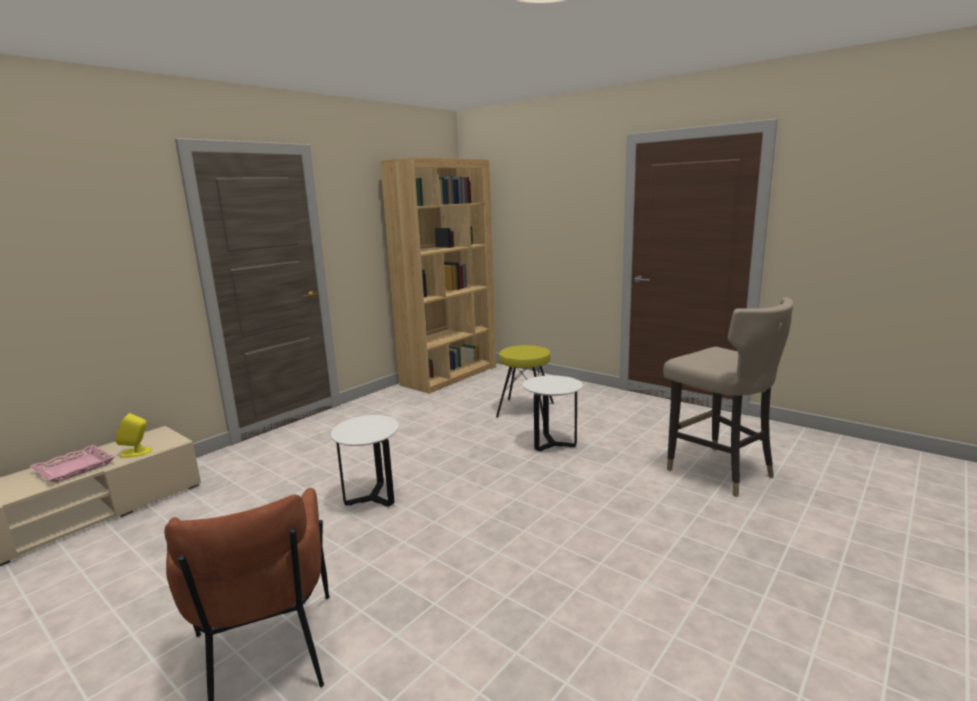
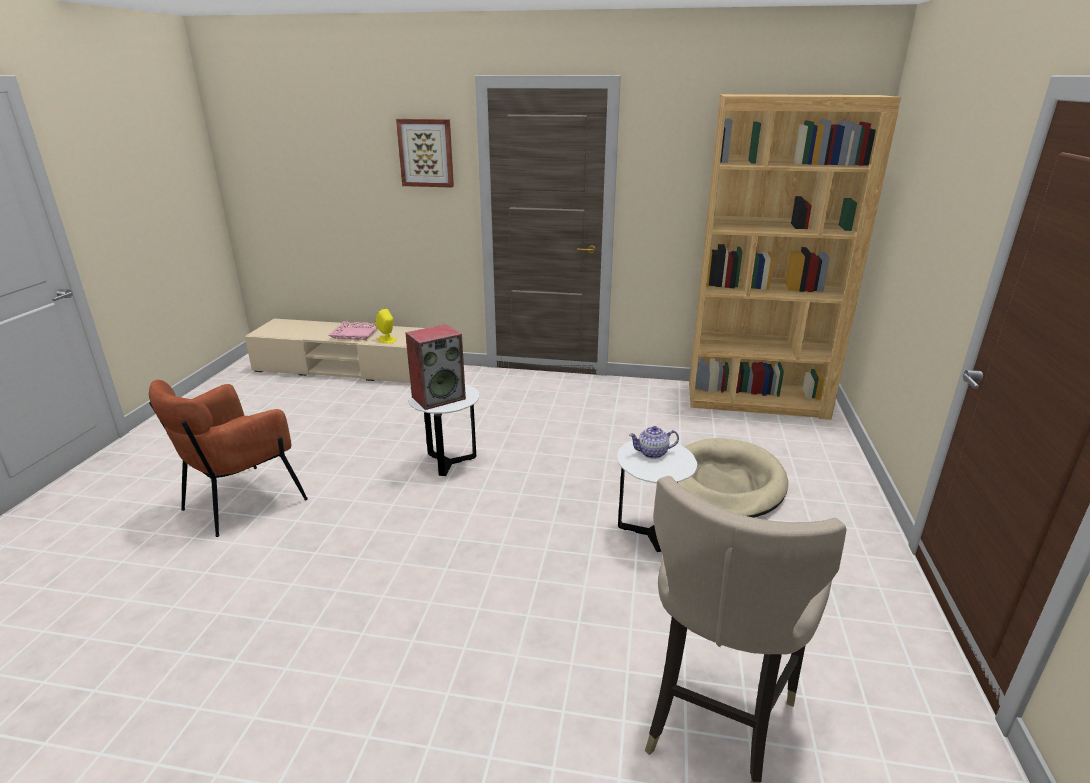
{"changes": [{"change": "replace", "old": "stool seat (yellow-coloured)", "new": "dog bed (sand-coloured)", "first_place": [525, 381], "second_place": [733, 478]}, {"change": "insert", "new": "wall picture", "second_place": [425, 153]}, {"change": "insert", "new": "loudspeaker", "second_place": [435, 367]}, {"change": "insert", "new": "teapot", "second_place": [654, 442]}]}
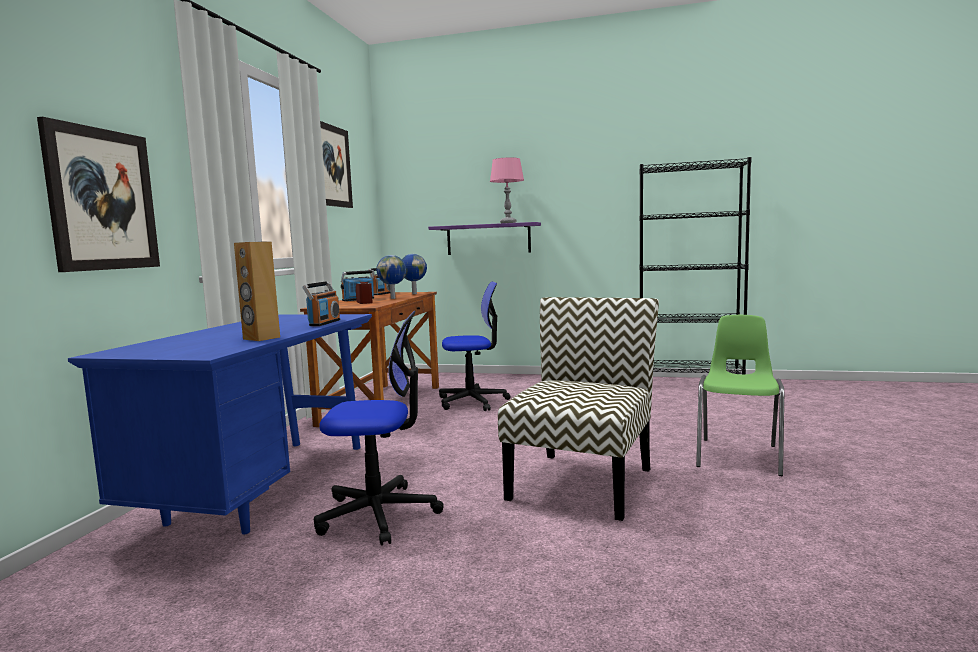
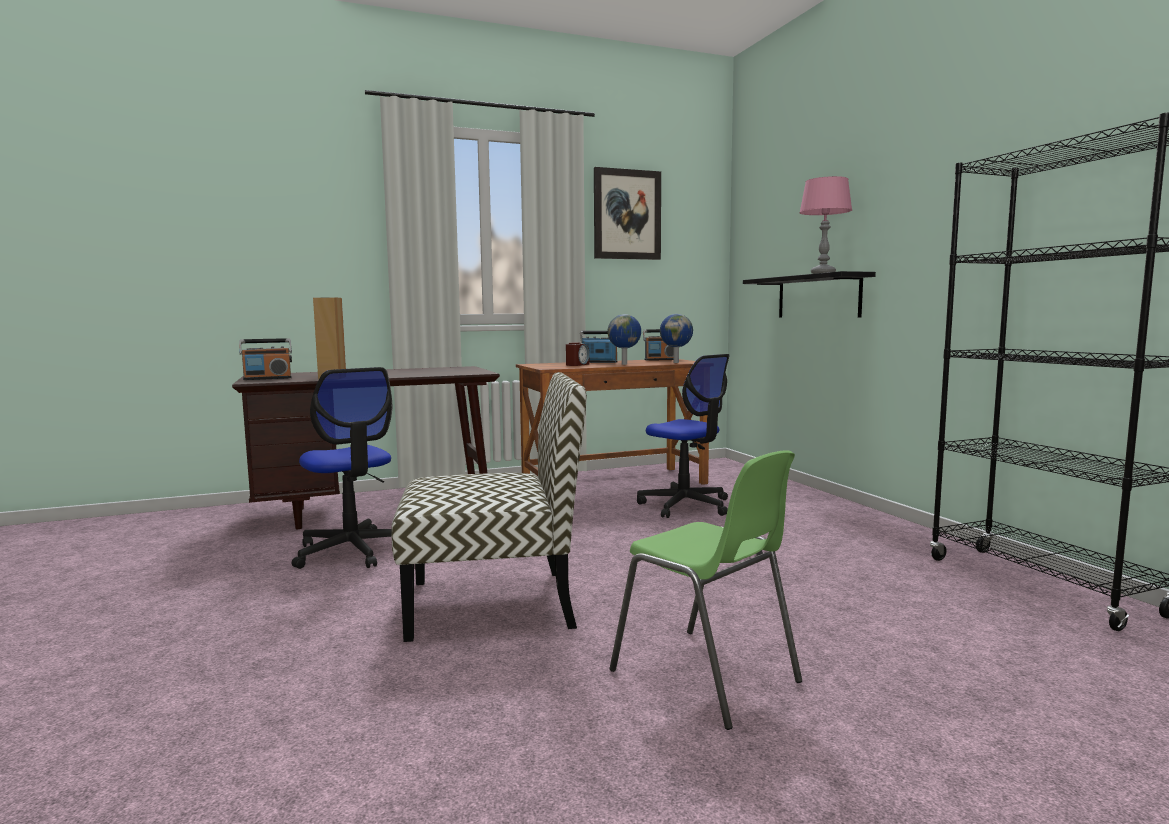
{"changes": [{"change": "delete", "old": "wall picture", "first_place": [98, 194]}, {"change": "recolor", "old": "shelf (purple)", "new": "shelf (black)", "first_place": [484, 238], "second_place": [809, 294]}, {"change": "move", "old": "radio", "first_place": [321, 303], "second_place": [265, 359]}, {"change": "recolor", "old": "desk (bluish)", "new": "desk (brownish)", "first_place": [220, 424], "second_place": [366, 447]}, {"change": "rotate", "old": "plain chair (green-coloured)", "first_place": [740, 395], "second_place": [706, 590], "degrees": 60}]}
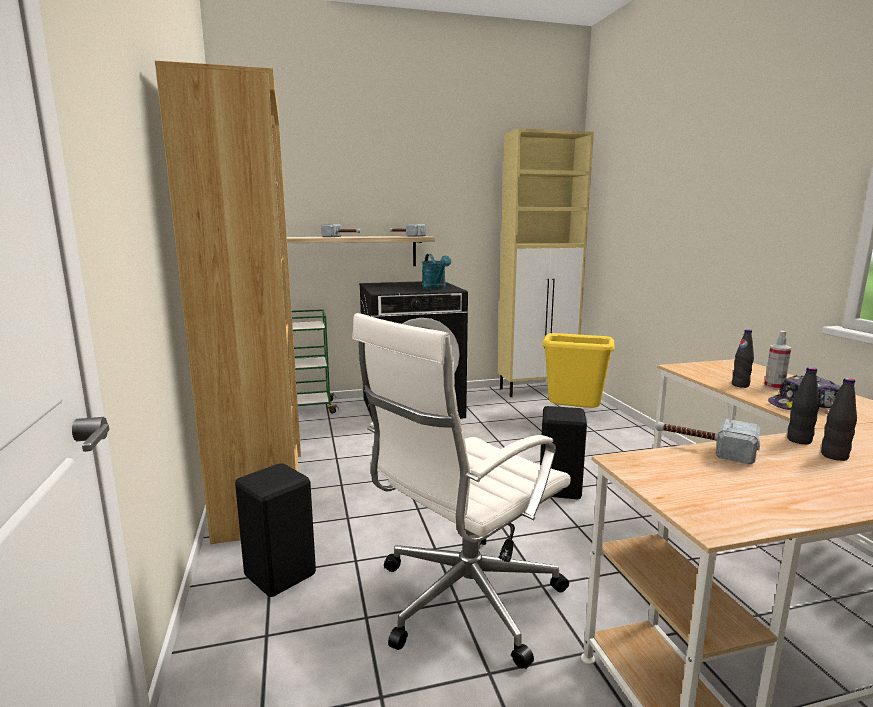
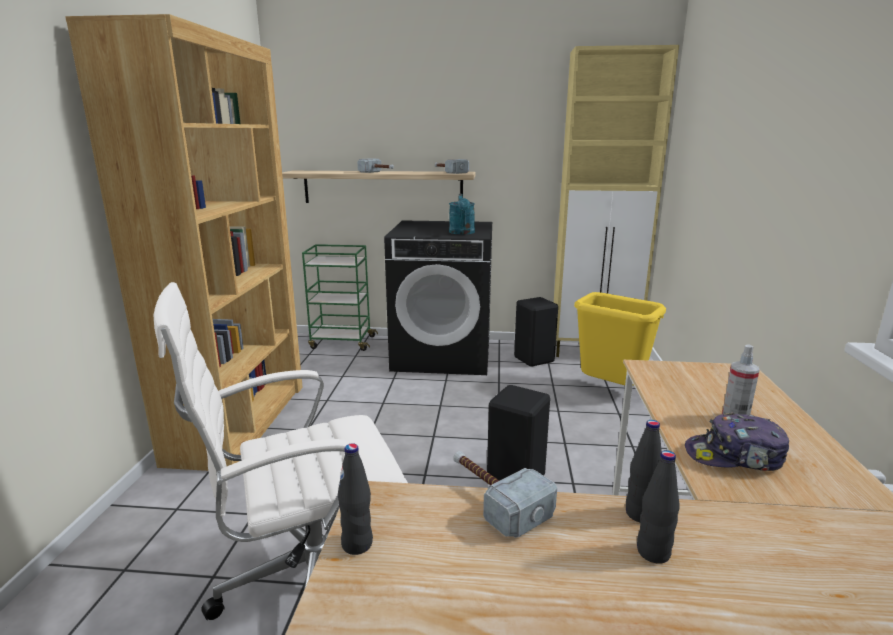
{"changes": [{"change": "move", "old": "beverage bottle (black)", "first_place": [743, 358], "second_place": [355, 499]}, {"change": "move", "old": "stool seat (black)", "first_place": [275, 530], "second_place": [536, 332]}]}
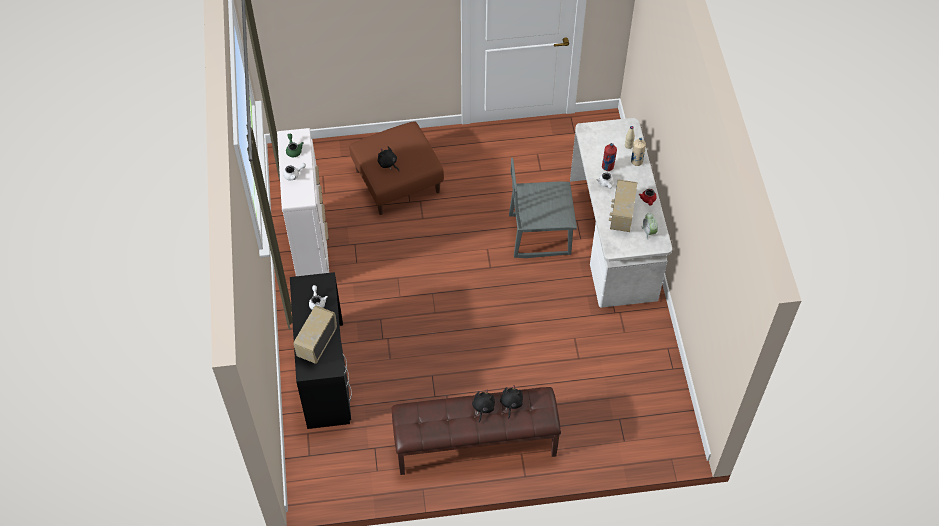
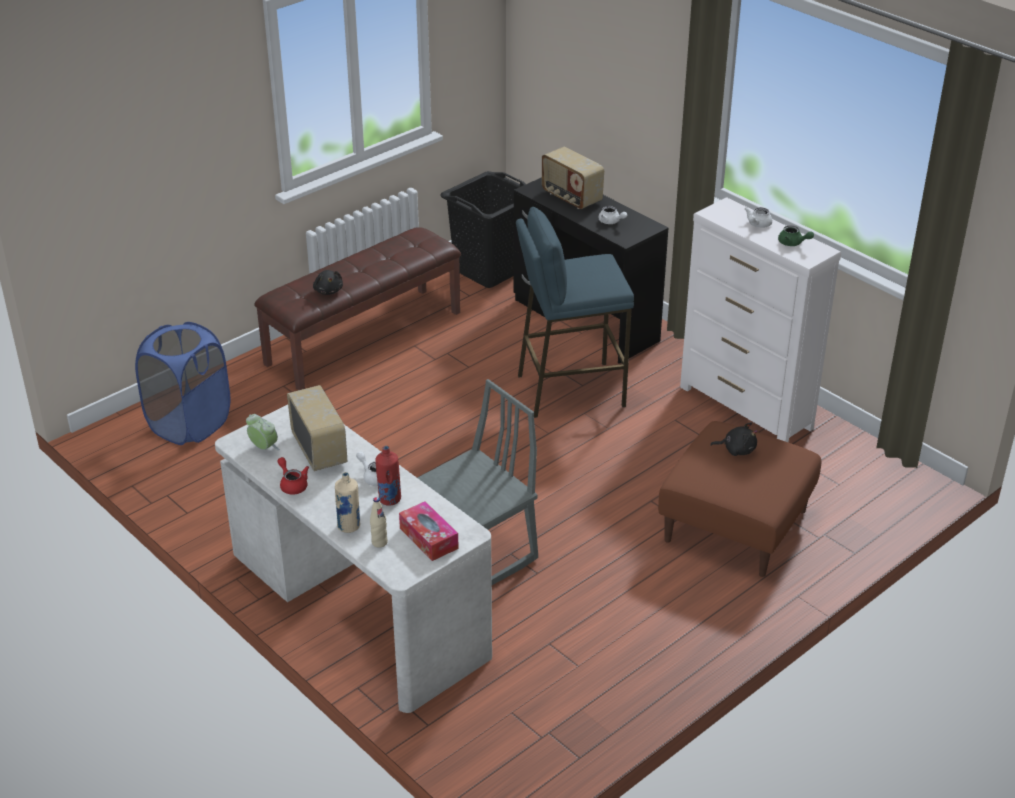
{"changes": [{"change": "rotate", "old": "radio", "first_place": [315, 334], "second_place": [573, 178], "degrees": 150}, {"change": "delete", "old": "plush toy (black)", "first_place": [483, 406]}, {"change": "insert", "new": "laundry basket (black)", "second_place": [483, 229]}, {"change": "insert", "new": "stool seat (bluish)", "second_place": [575, 312]}, {"change": "insert", "new": "laundry basket (bluish)", "second_place": [182, 383]}, {"change": "insert", "new": "box of tissues", "second_place": [429, 531]}]}
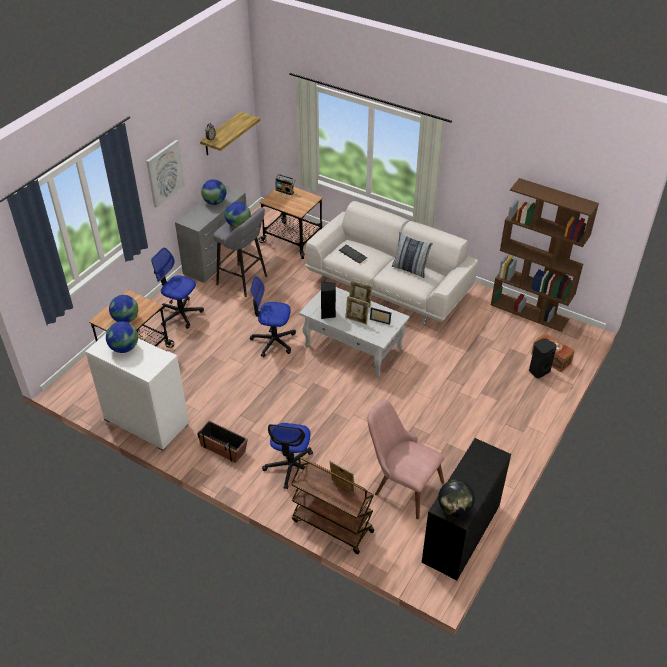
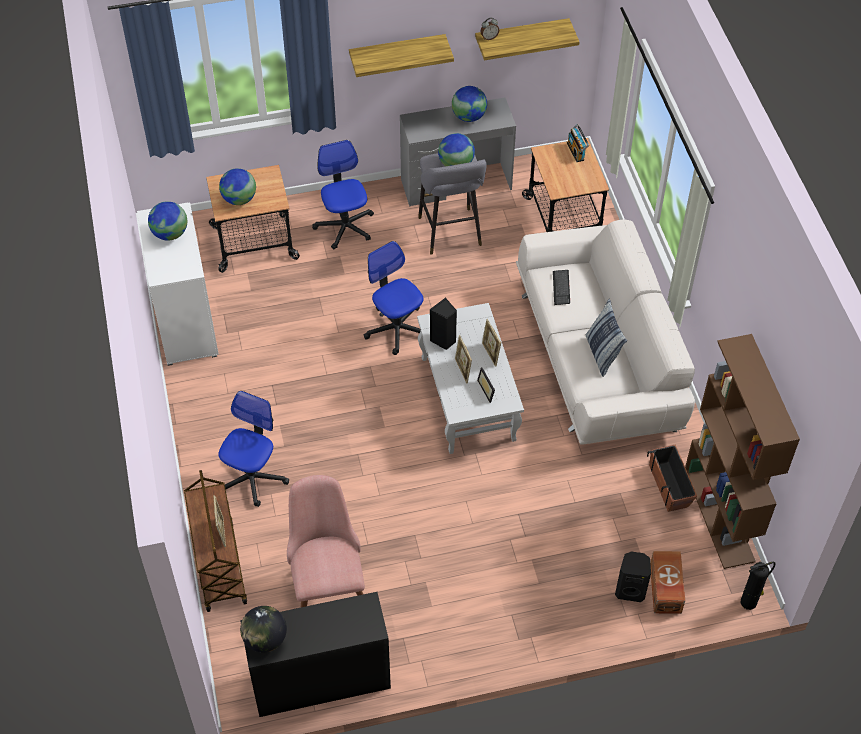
{"changes": [{"change": "replace", "old": "wall picture", "new": "shelf", "first_place": [165, 174], "second_place": [401, 55]}, {"change": "move", "old": "plant pot", "first_place": [222, 442], "second_place": [672, 478]}, {"change": "rotate", "old": "desk chair", "first_place": [287, 456], "second_place": [253, 449], "degrees": 150}, {"change": "insert", "new": "fire extinguisher", "second_place": [758, 586]}]}
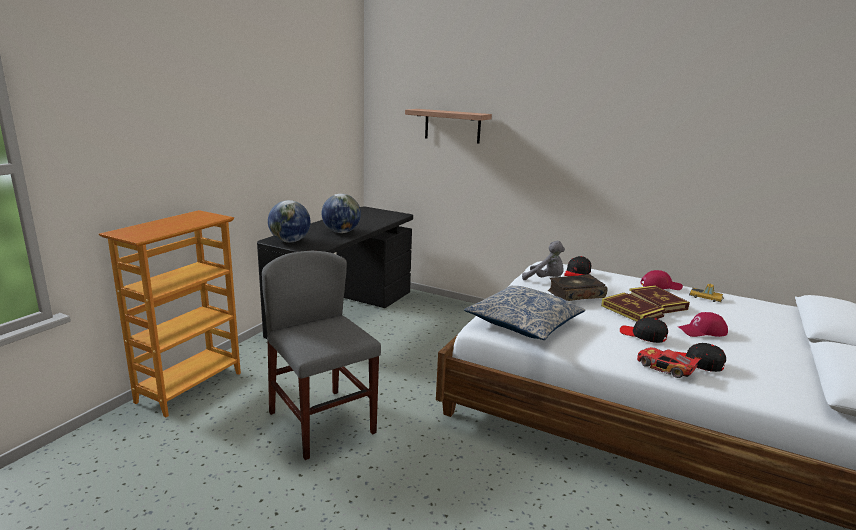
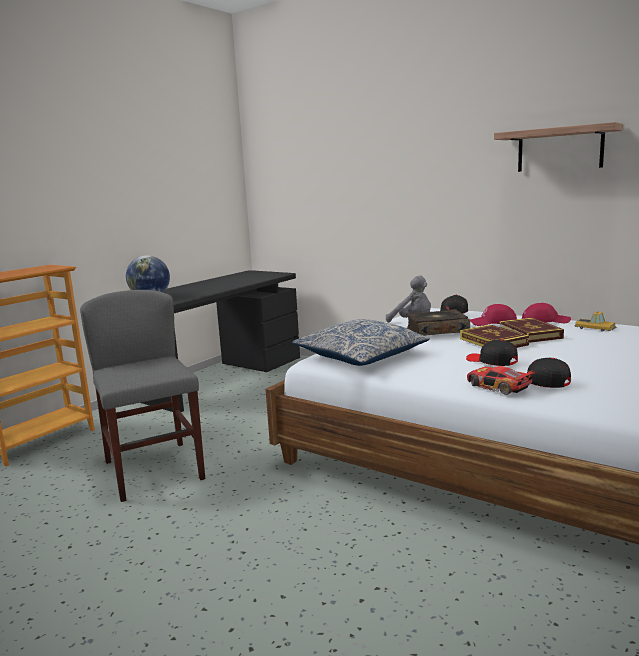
{"changes": [{"change": "move", "old": "shelf", "first_place": [448, 126], "second_place": [558, 147]}, {"change": "delete", "old": "world globe", "first_place": [341, 213]}, {"change": "move", "old": "peaked cap (red)", "first_place": [703, 324], "second_place": [493, 315]}]}
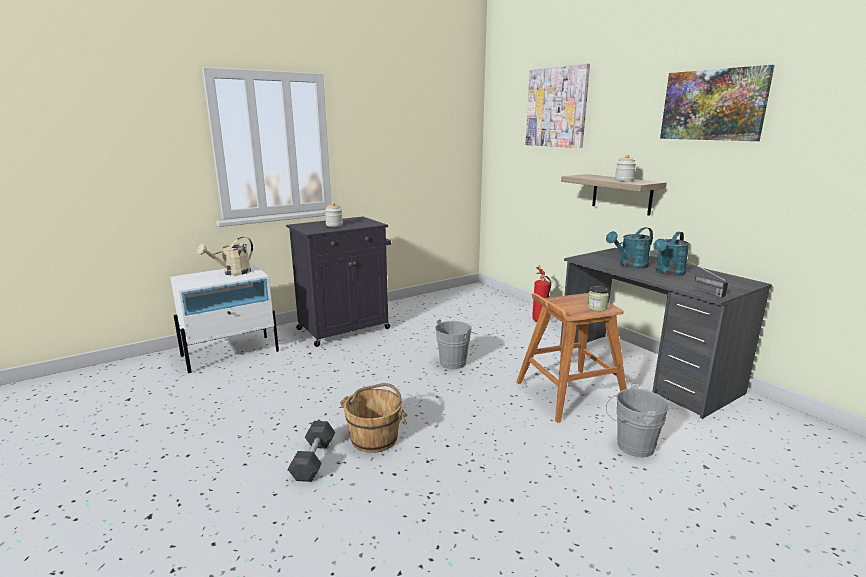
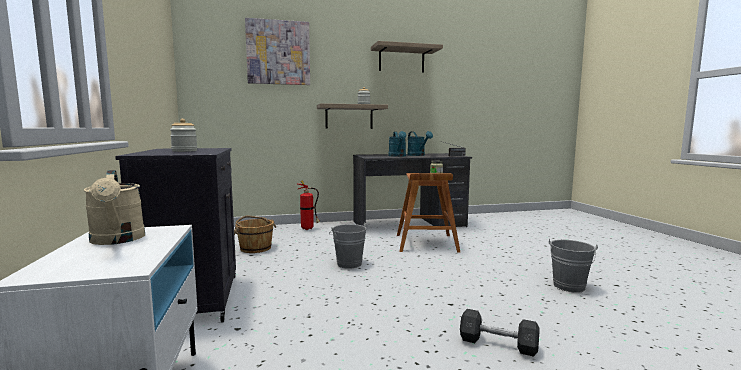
{"changes": [{"change": "replace", "old": "wall picture", "new": "shelf", "first_place": [717, 103], "second_place": [407, 57]}, {"change": "move", "old": "pail (brownish)", "first_place": [373, 418], "second_place": [255, 234]}, {"change": "move", "old": "pail (greyish)", "first_place": [638, 420], "second_place": [573, 265]}]}
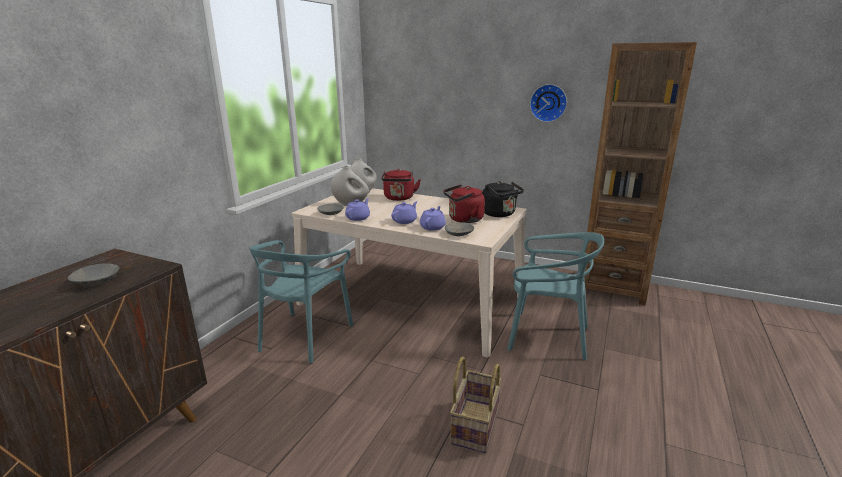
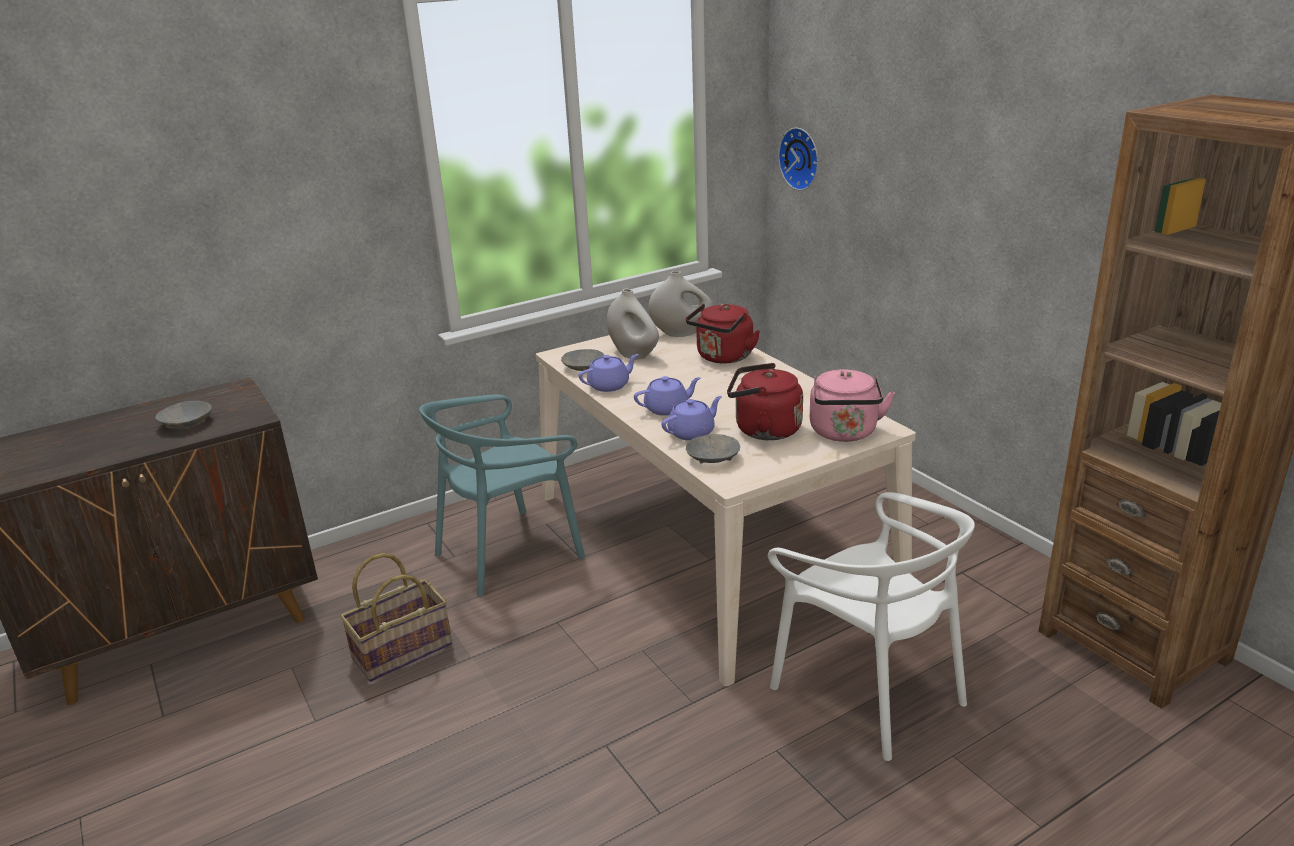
{"changes": [{"change": "move", "old": "hanging clock", "first_place": [548, 103], "second_place": [798, 159]}, {"change": "recolor", "old": "kettle (black)", "new": "kettle (pink-coloured)", "first_place": [503, 199], "second_place": [852, 405]}, {"change": "recolor", "old": "plain chair (blue-green)", "new": "plain chair (whitish)", "first_place": [555, 296], "second_place": [871, 626]}, {"change": "move", "old": "household basket", "first_place": [476, 405], "second_place": [396, 617]}]}
